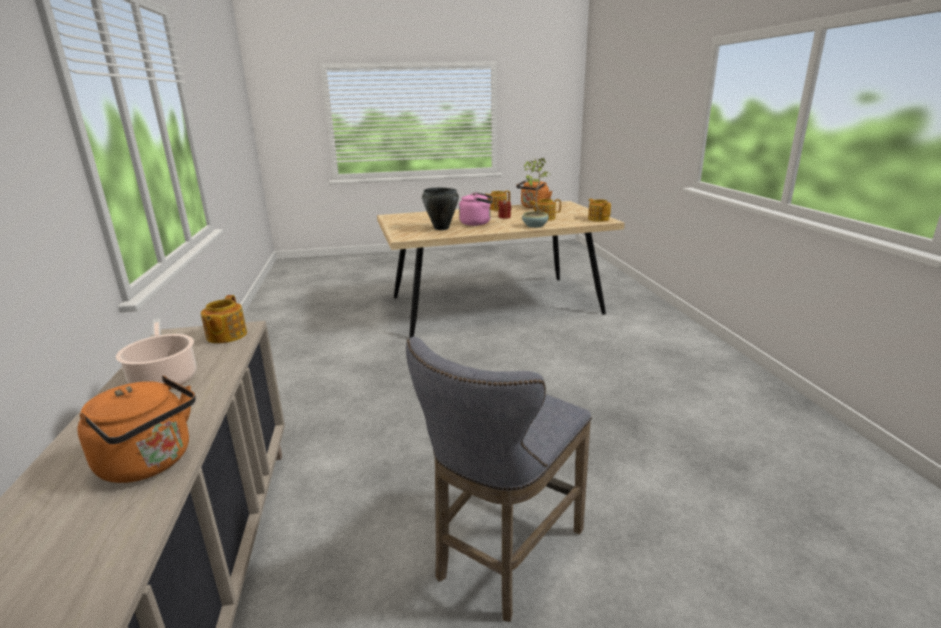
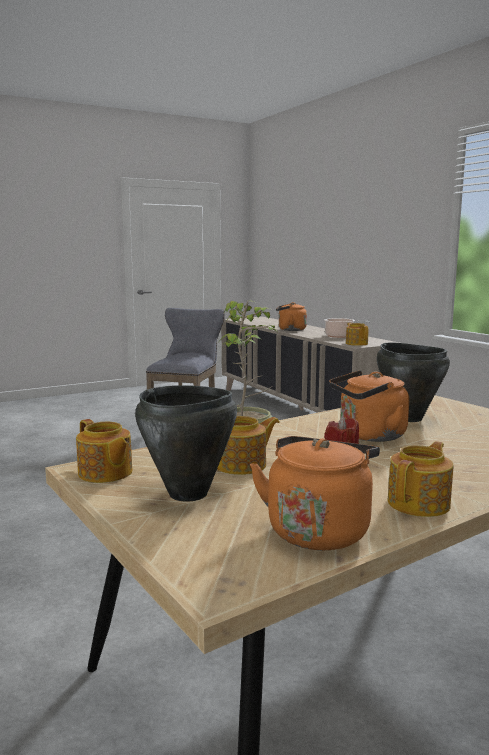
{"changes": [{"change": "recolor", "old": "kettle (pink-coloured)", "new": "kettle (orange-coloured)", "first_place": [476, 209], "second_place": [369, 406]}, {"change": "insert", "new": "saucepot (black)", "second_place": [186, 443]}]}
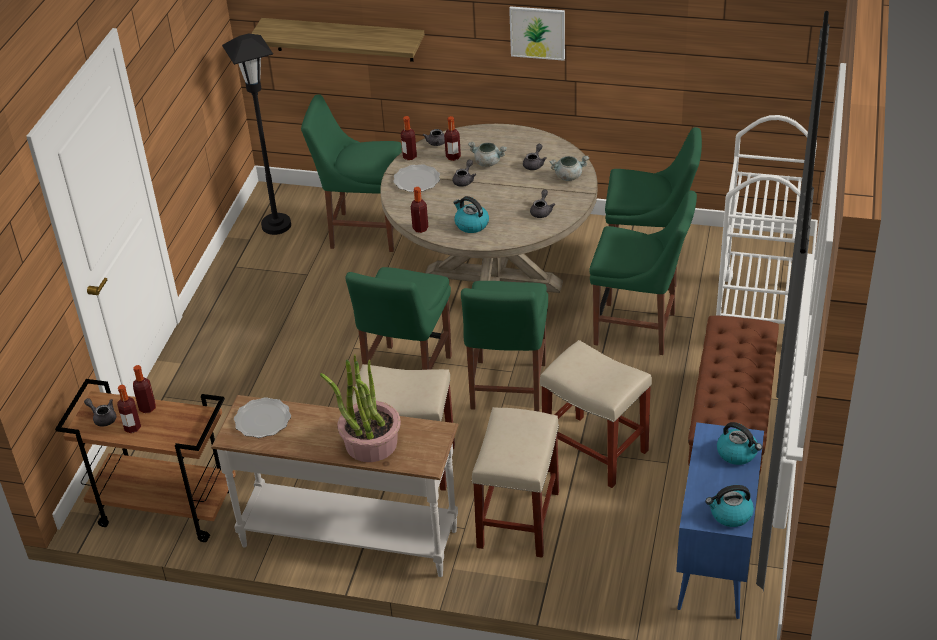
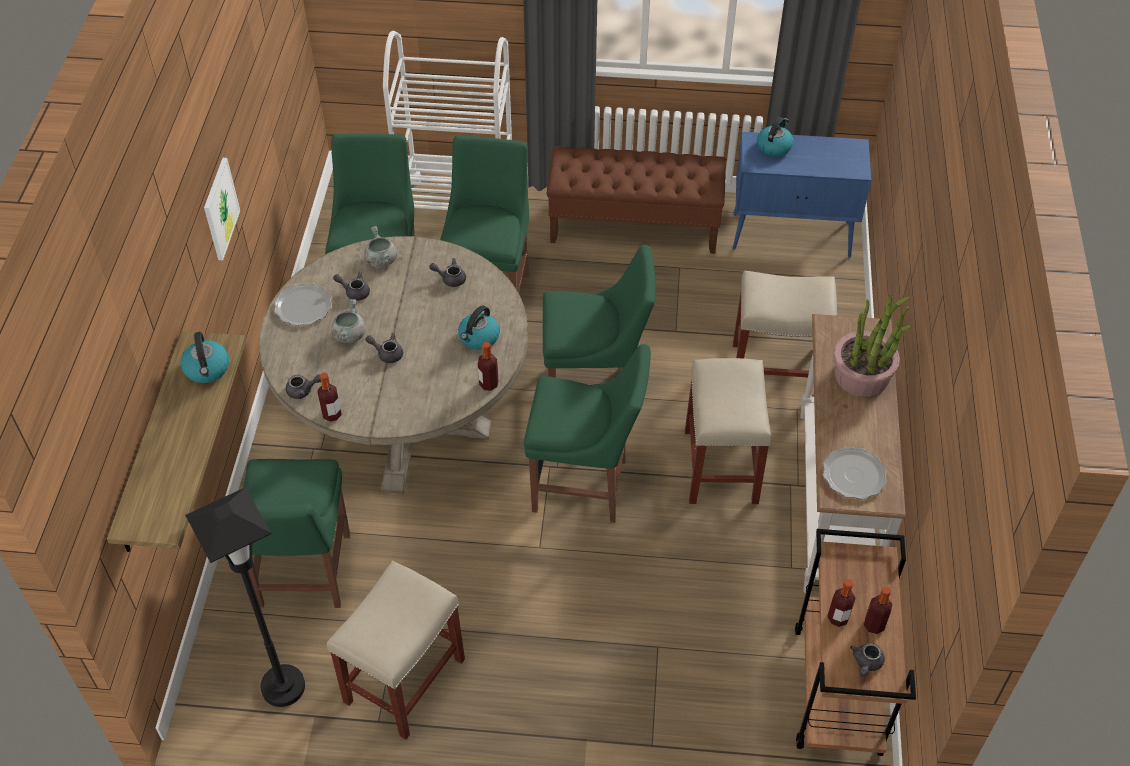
{"changes": [{"change": "delete", "old": "beverage bottle", "first_place": [452, 138]}, {"change": "move", "old": "dinner plate", "first_place": [416, 178], "second_place": [303, 304]}, {"change": "move", "old": "stool seat (sand-coloured)", "first_place": [596, 414], "second_place": [396, 650]}, {"change": "move", "old": "kettle", "first_place": [730, 506], "second_place": [205, 357]}]}
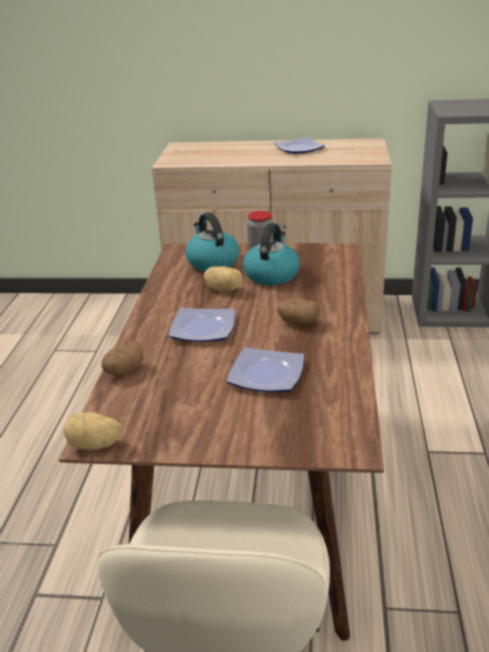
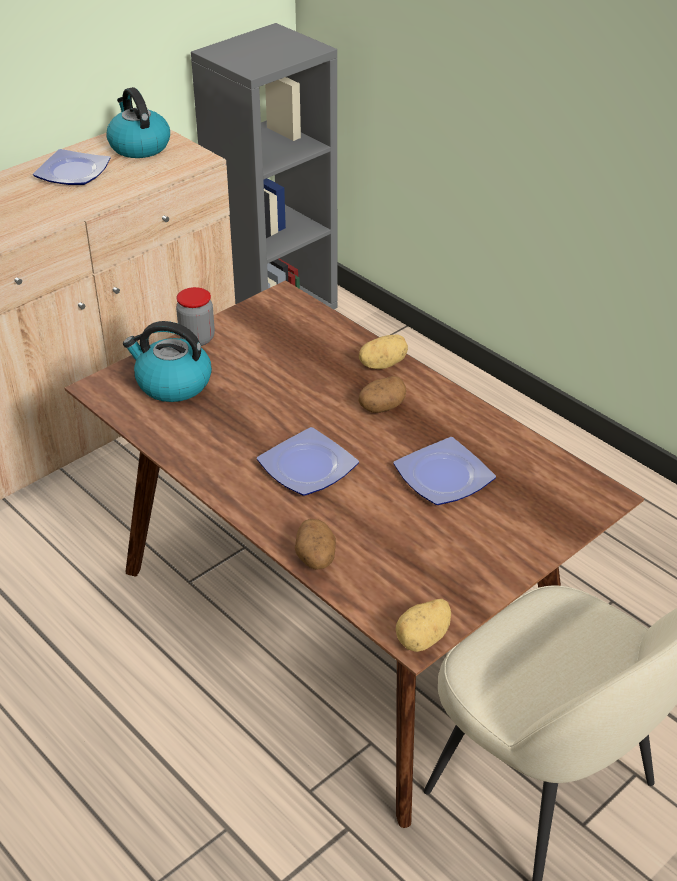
{"changes": [{"change": "move", "old": "kettle", "first_place": [271, 254], "second_place": [138, 122]}, {"change": "move", "old": "potato", "first_place": [223, 279], "second_place": [383, 351]}]}
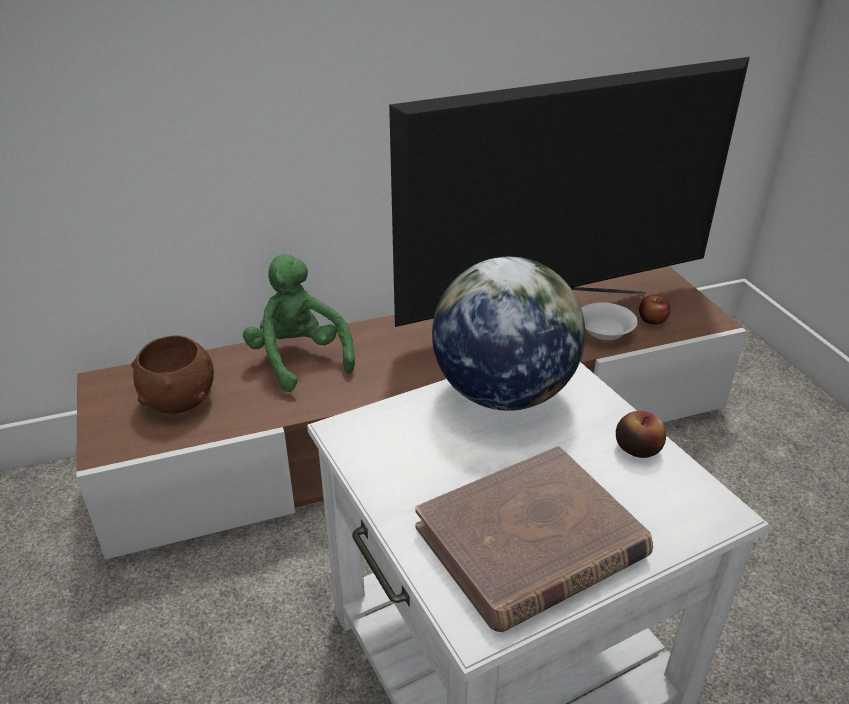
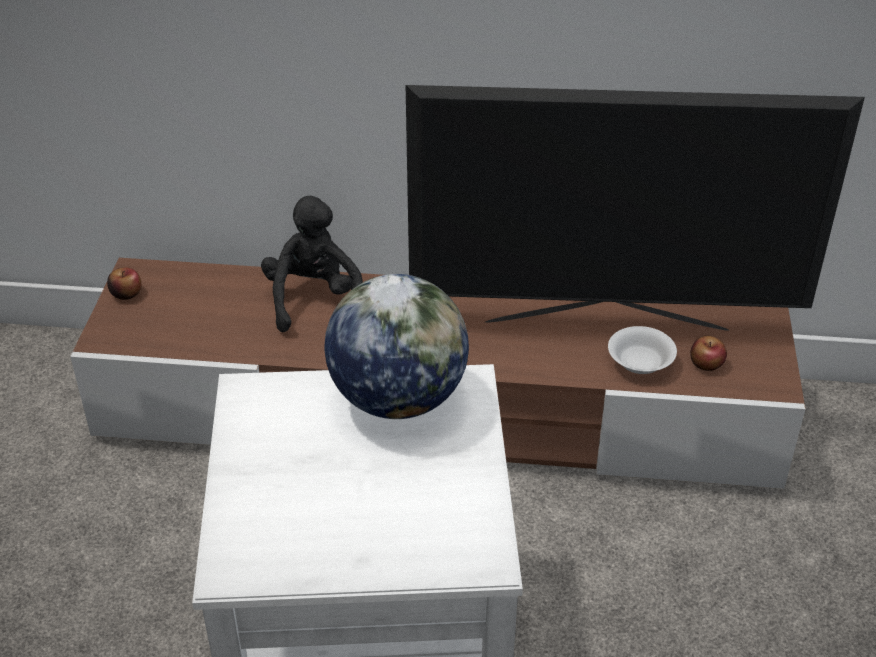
{"changes": [{"change": "recolor", "old": "plush toy (green-coloured)", "new": "plush toy (black)", "first_place": [299, 323], "second_place": [312, 264]}, {"change": "delete", "old": "bowl (brownish)", "first_place": [173, 374]}, {"change": "move", "old": "whole apple", "first_place": [641, 434], "second_place": [124, 283]}, {"change": "delete", "old": "volume (brownish)", "first_place": [534, 539]}]}
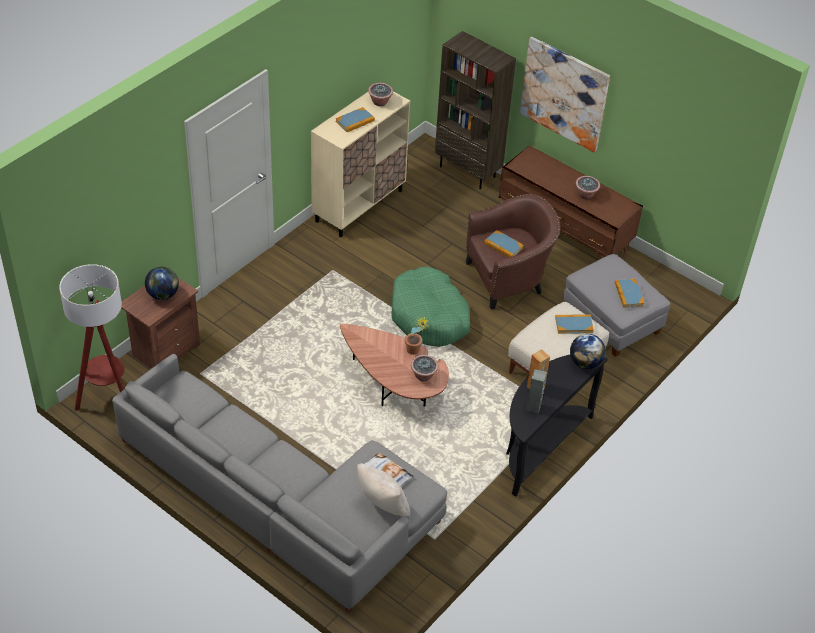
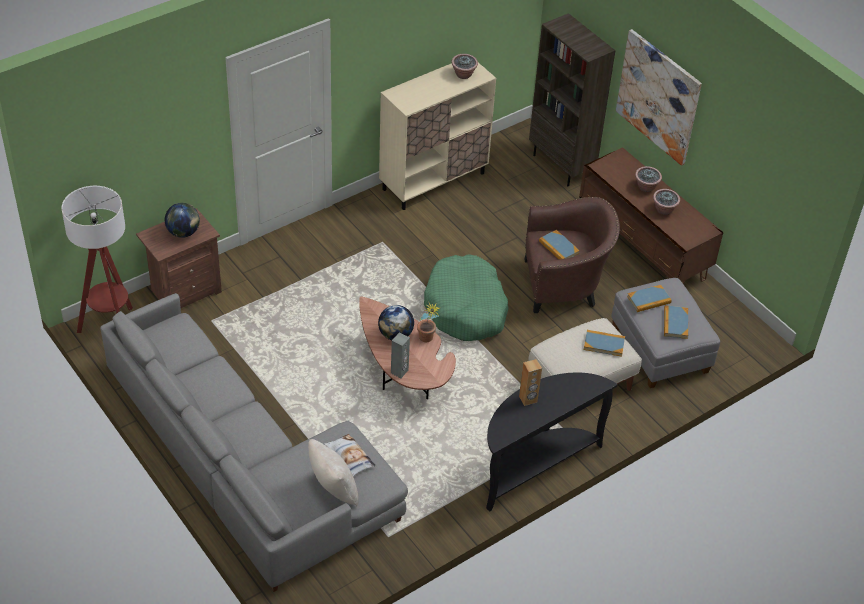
{"changes": [{"change": "move", "old": "volume", "first_place": [355, 119], "second_place": [649, 298]}, {"change": "move", "old": "world globe", "first_place": [588, 351], "second_place": [396, 322]}, {"change": "move", "old": "houseplant", "first_place": [424, 368], "second_place": [648, 179]}, {"change": "move", "old": "loudspeaker (greyish)", "first_place": [536, 391], "second_place": [400, 355]}]}
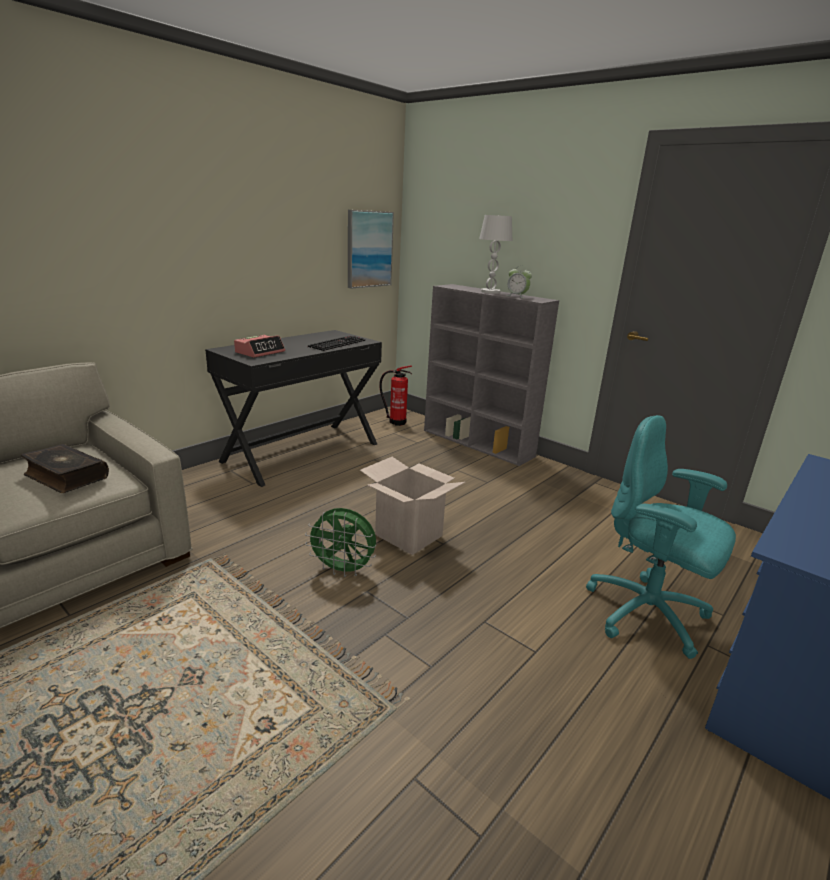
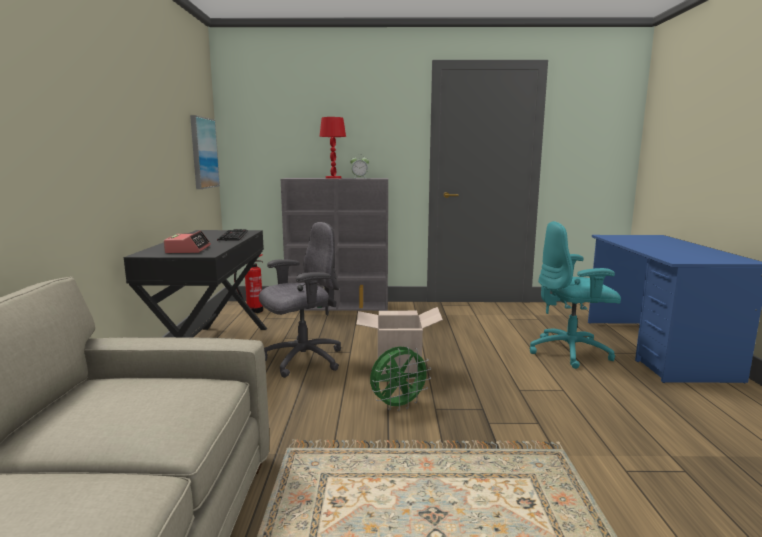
{"changes": [{"change": "recolor", "old": "lamp for a table (whitish)", "new": "lamp for a table (red)", "first_place": [495, 254], "second_place": [332, 148]}, {"change": "delete", "old": "volume", "first_place": [65, 468]}, {"change": "insert", "new": "desk chair (greyish)", "second_place": [300, 300]}]}
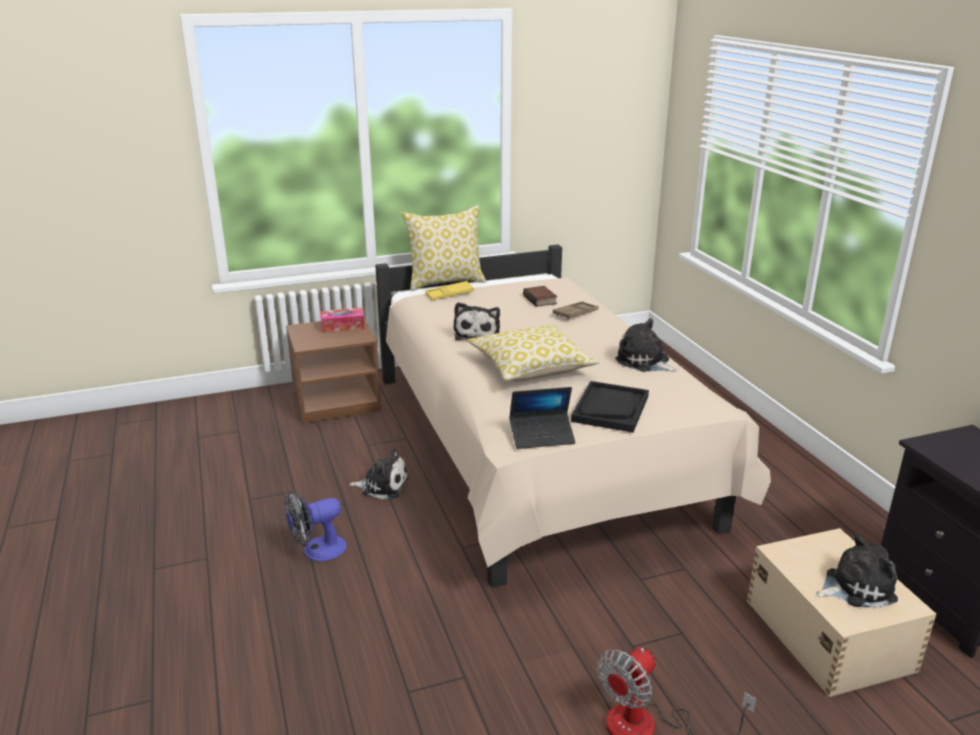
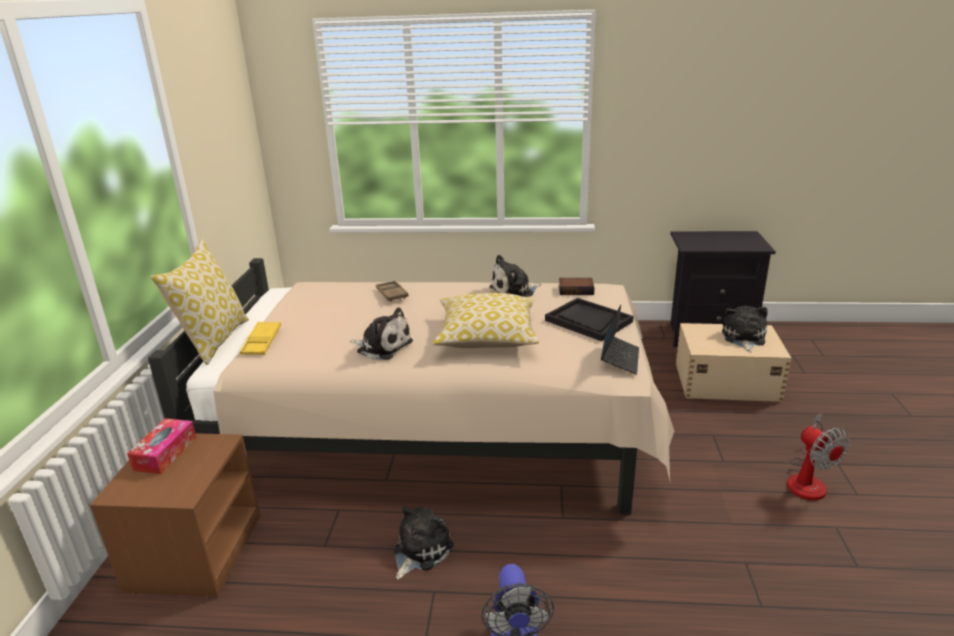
{"changes": [{"change": "move", "old": "volume", "first_place": [540, 296], "second_place": [576, 286]}]}
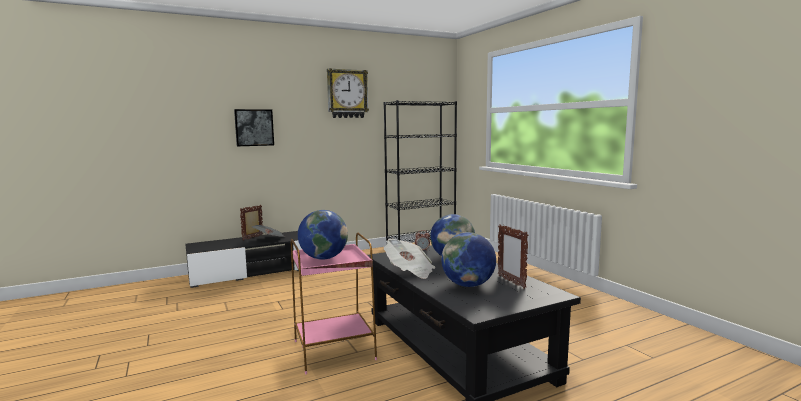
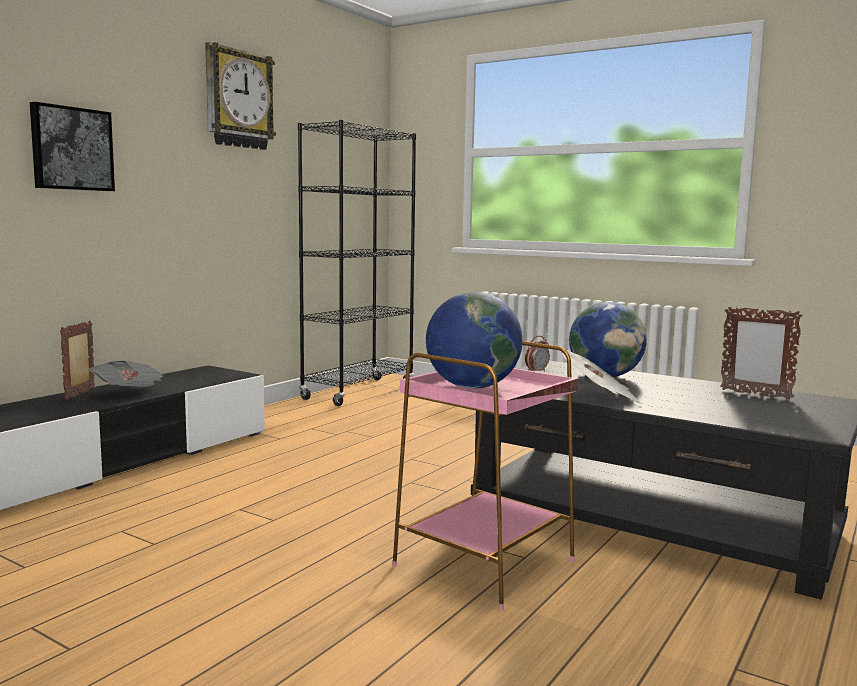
{"changes": [{"change": "delete", "old": "world globe", "first_place": [468, 259]}]}
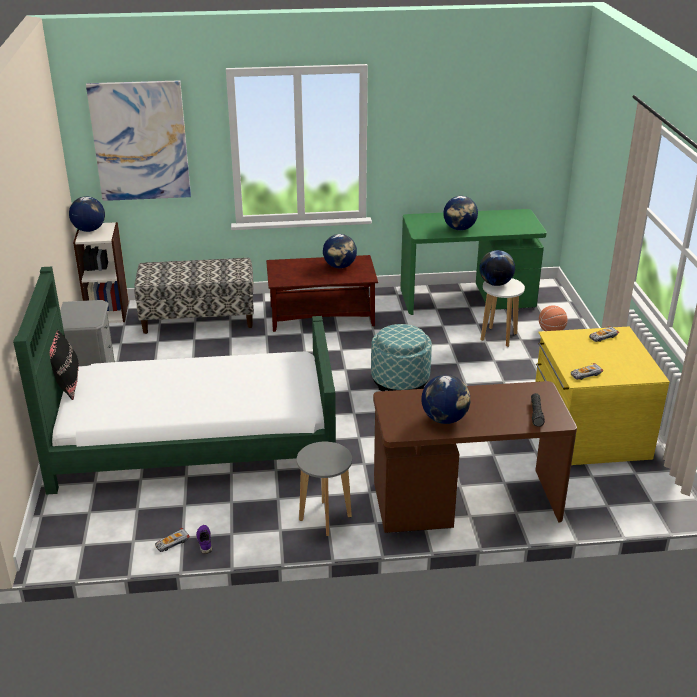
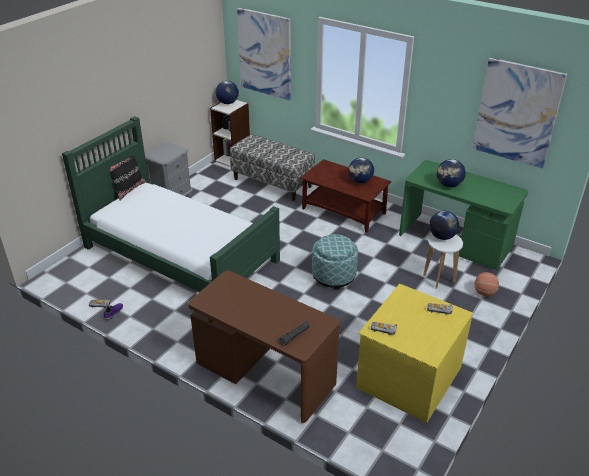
{"changes": [{"change": "delete", "old": "world globe", "first_place": [446, 399]}, {"change": "delete", "old": "stool seat (greyish)", "first_place": [324, 489]}, {"change": "insert", "new": "wall picture", "second_place": [520, 112]}]}
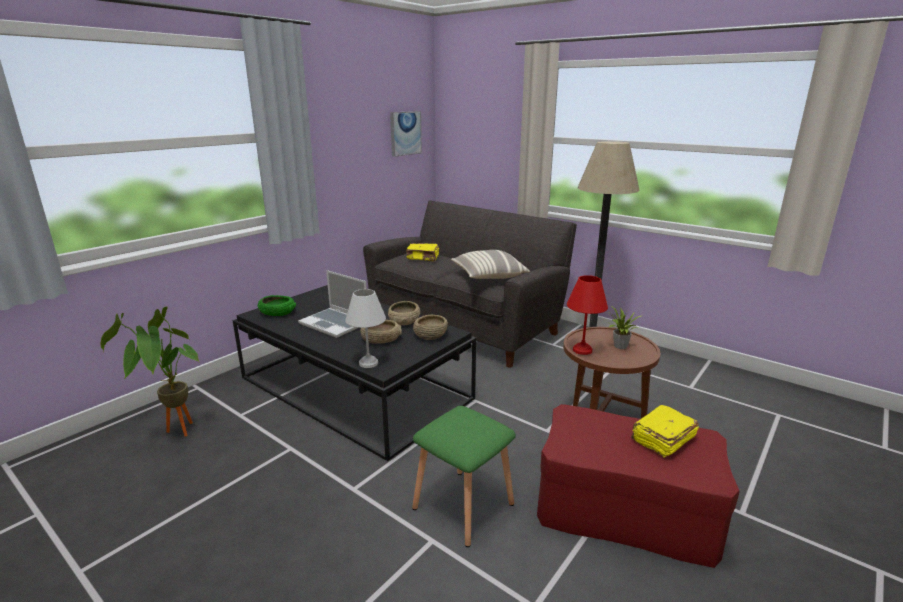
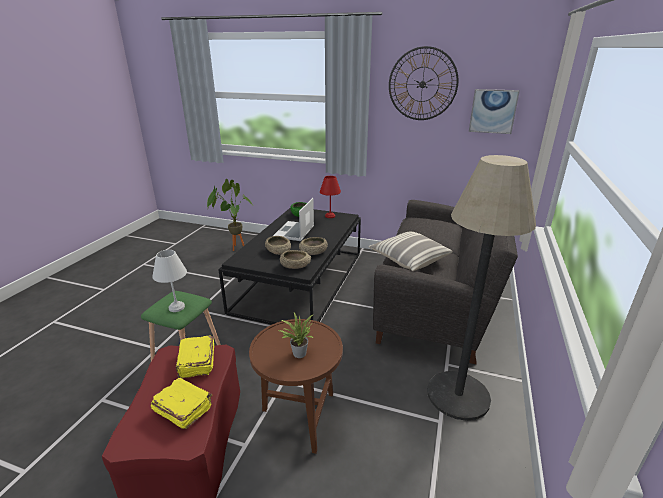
{"changes": [{"change": "move", "old": "volume (yellow-coloured)", "first_place": [422, 252], "second_place": [195, 357]}, {"change": "move", "old": "lamp for a table (red)", "first_place": [587, 315], "second_place": [330, 197]}, {"change": "move", "old": "lamp for a table (whitish)", "first_place": [365, 328], "second_place": [169, 281]}, {"change": "insert", "new": "hanging clock", "second_place": [423, 83]}]}
